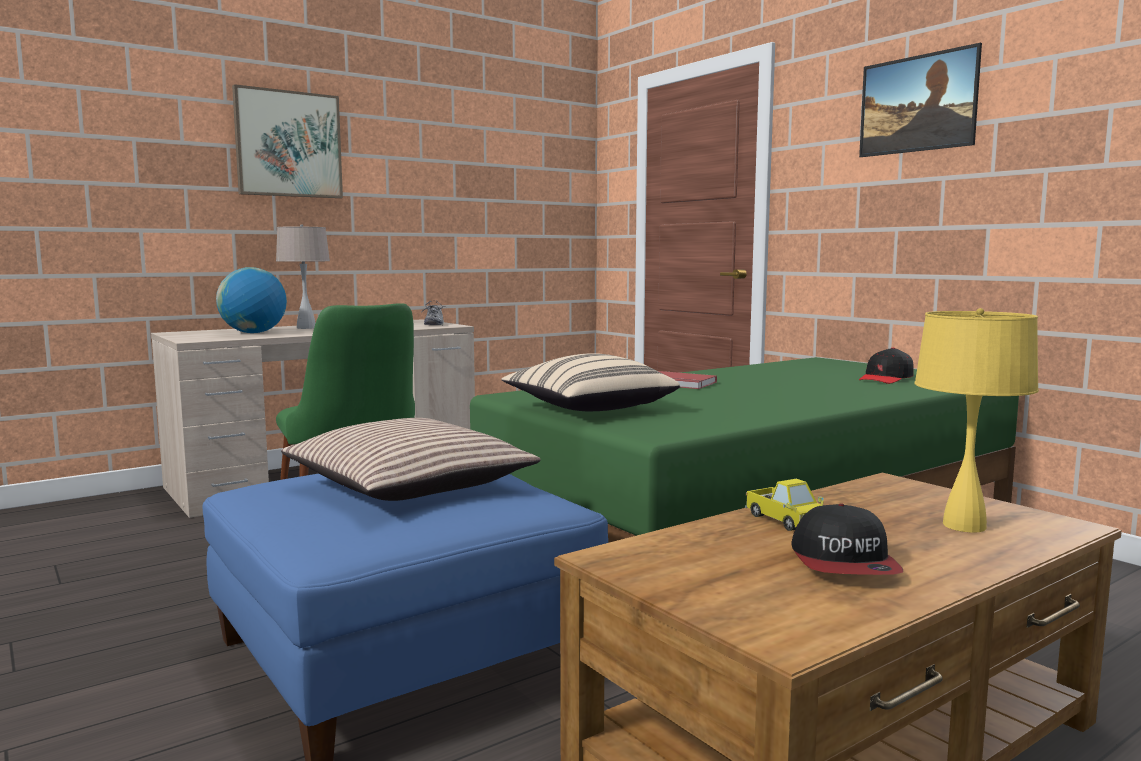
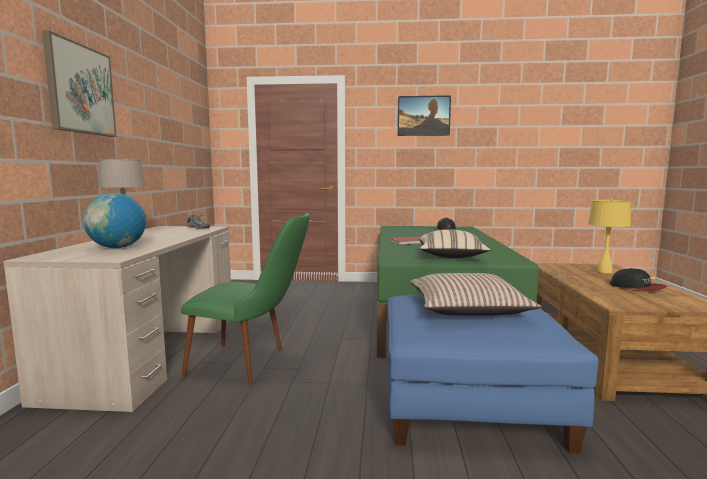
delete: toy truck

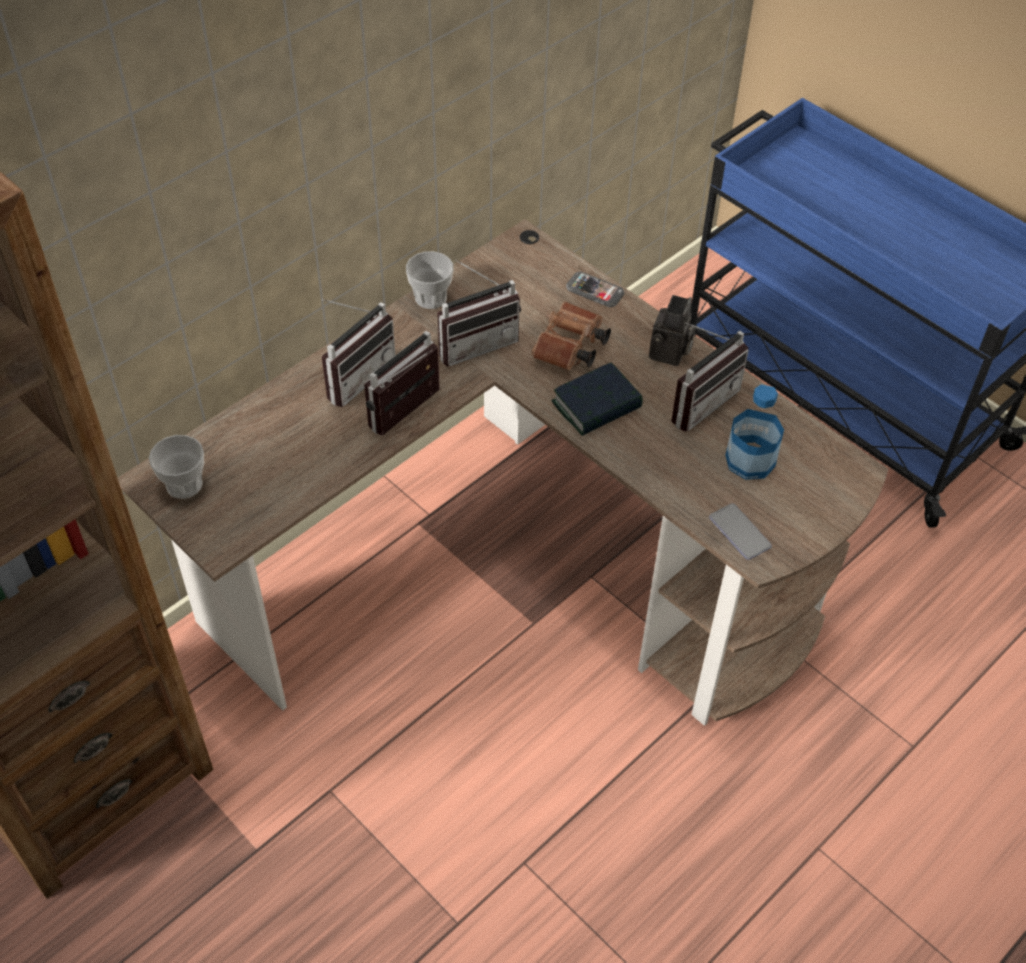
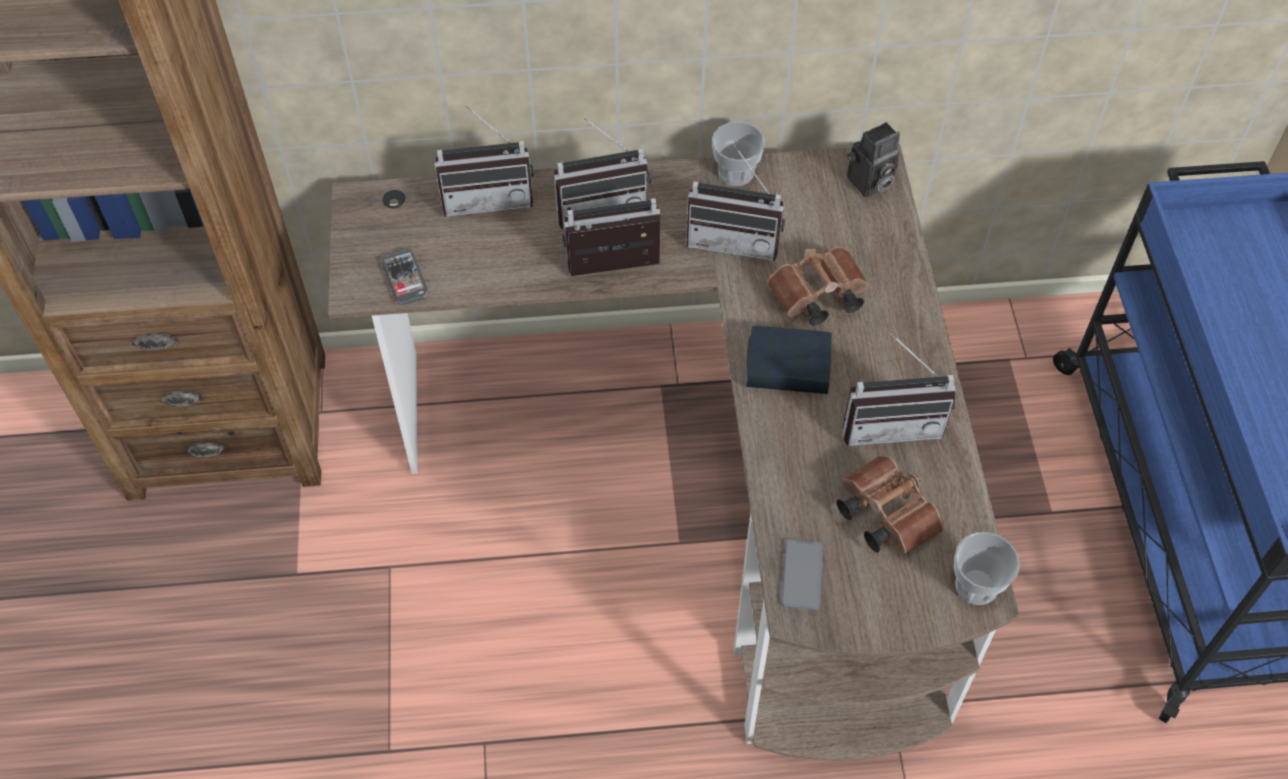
insert: radio (1st from left)
move: phone (1st from left); photo camera; cup (1st from left in the first image) to cup (2nd from left)
replace: bottle to binoculars (brown) (2nd from left)

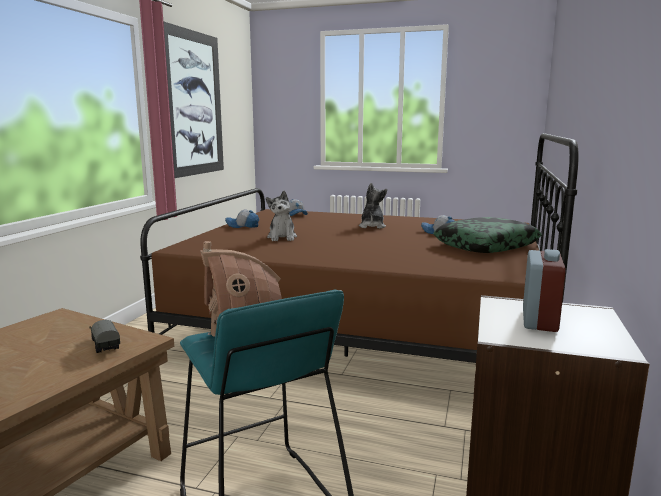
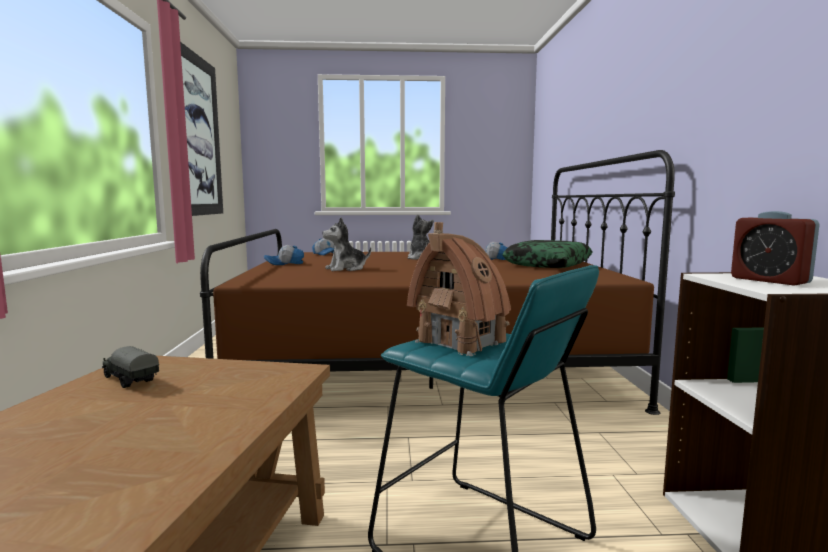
move: toy truck
rotate: plush toy (1st from left) 90 degrees clockwise; alarm clock 150 degrees clockwise

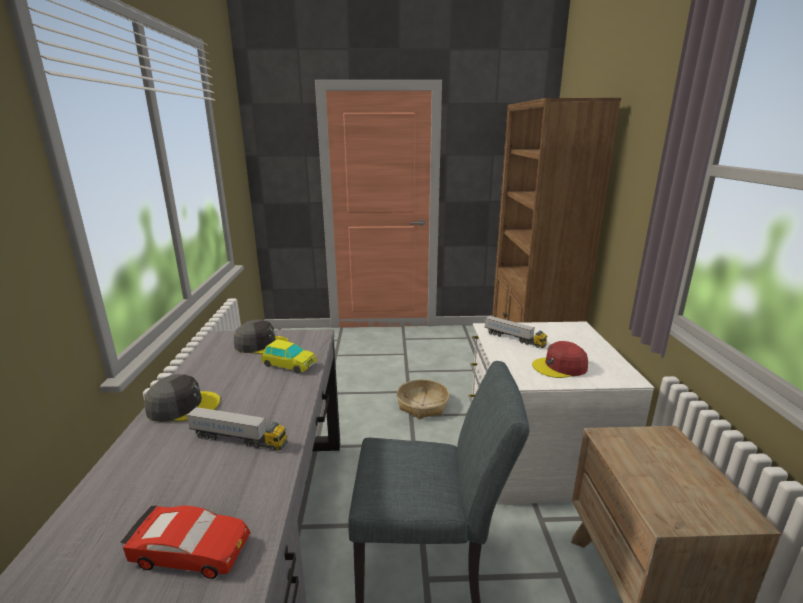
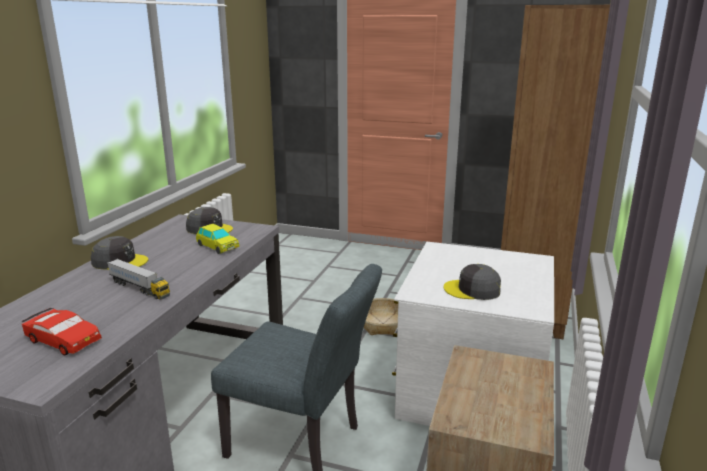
delete: toy truck (2nd from left)
recolor: cap (red) to cap (grey) (3rd from left)

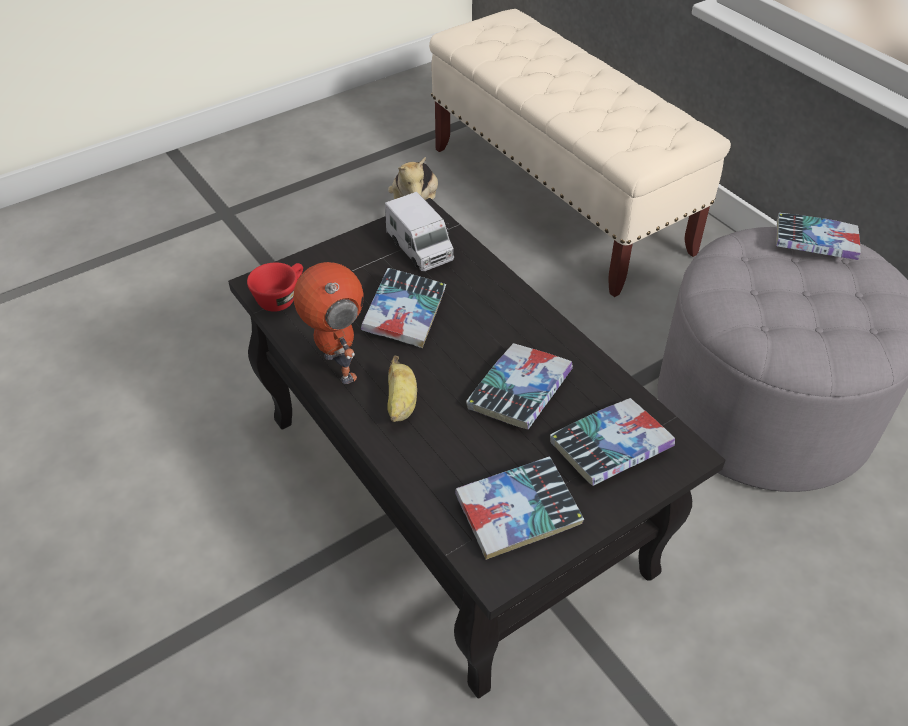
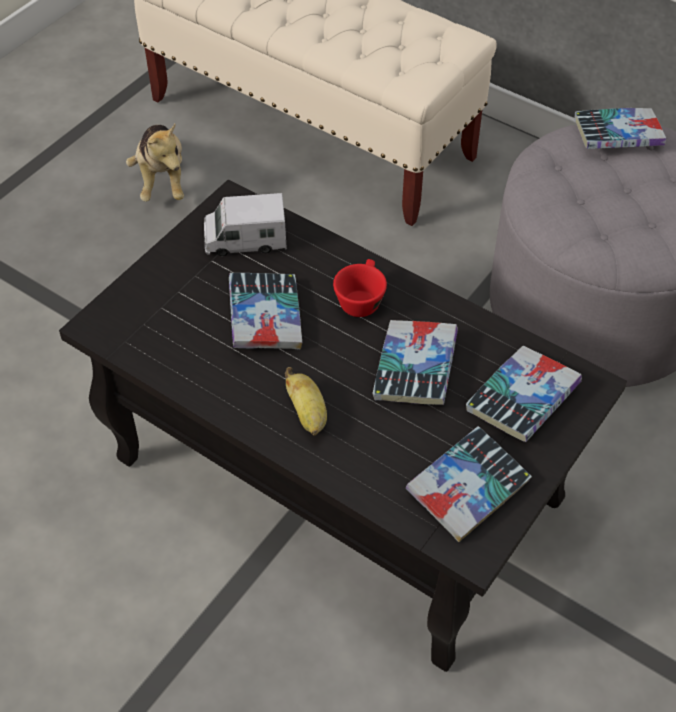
delete: toy robot
move: cup (red)
rotate: toy truck 135 degrees clockwise

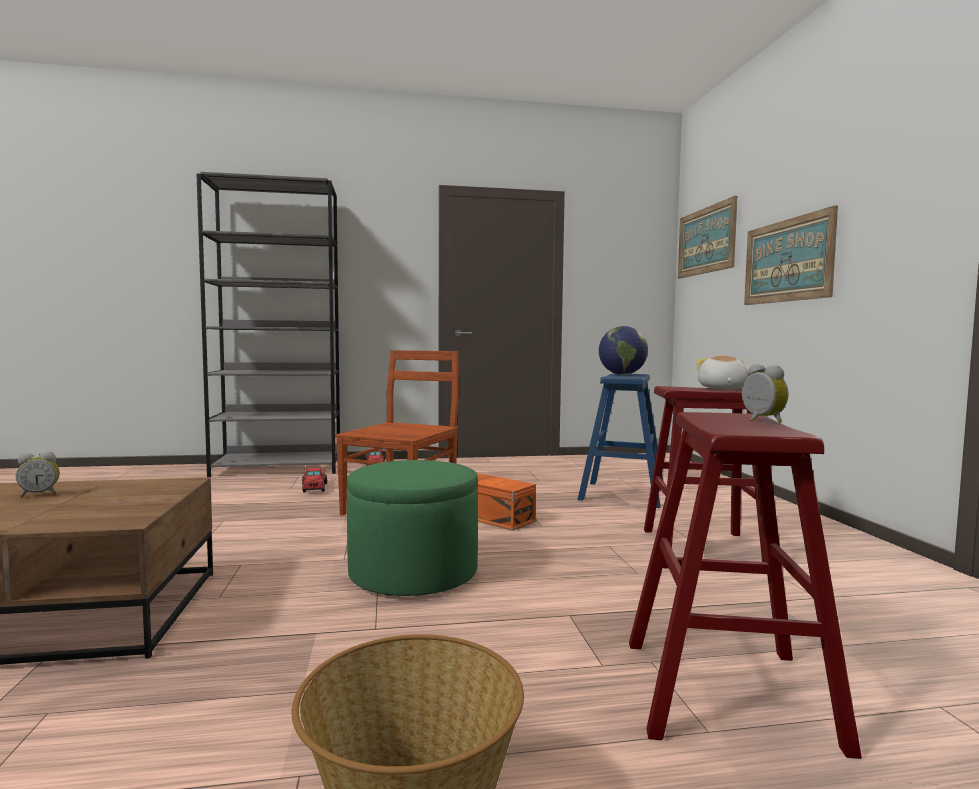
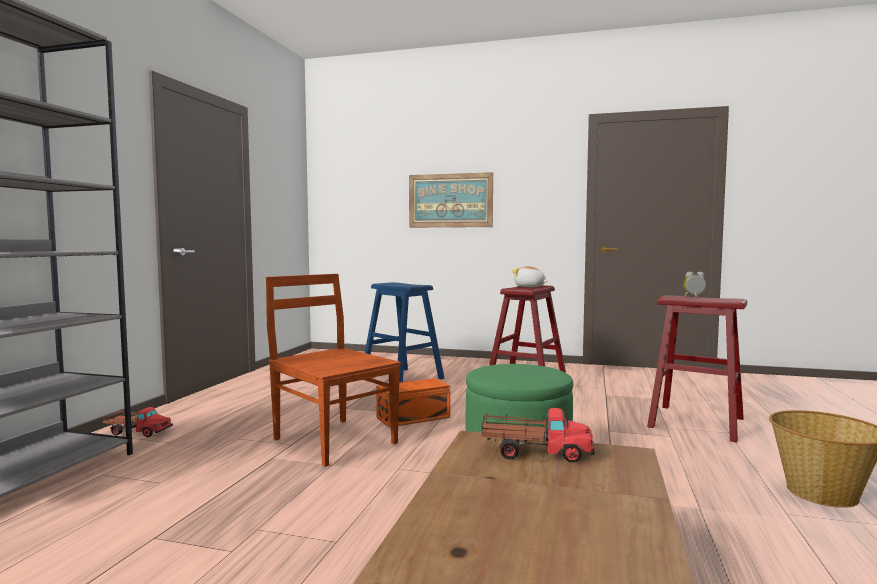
delete: alarm clock (1st from left); globe; picture (1st from left)
move: toy truck (1st from left in the first image) to toy truck (2nd from left)

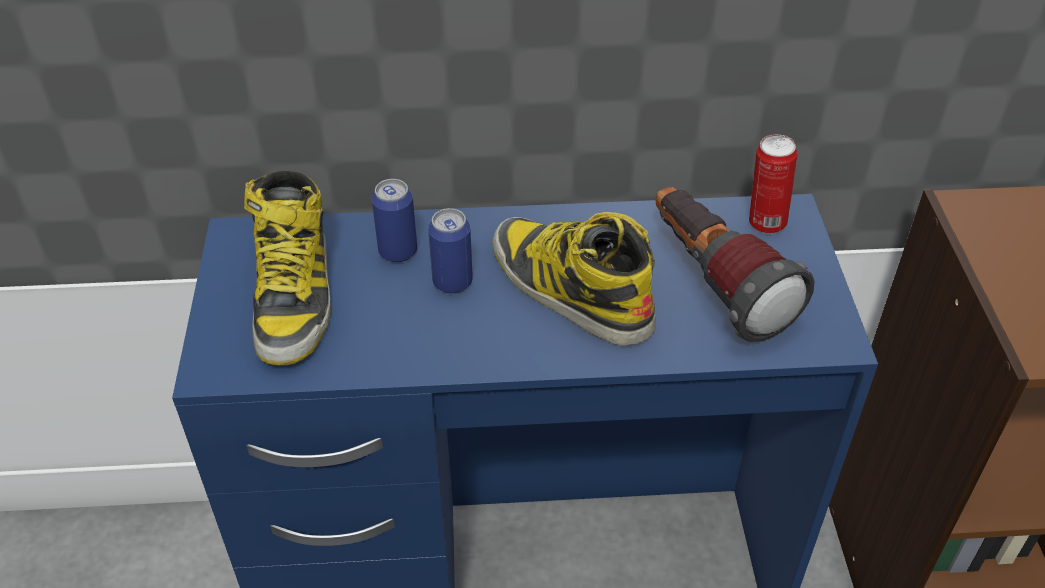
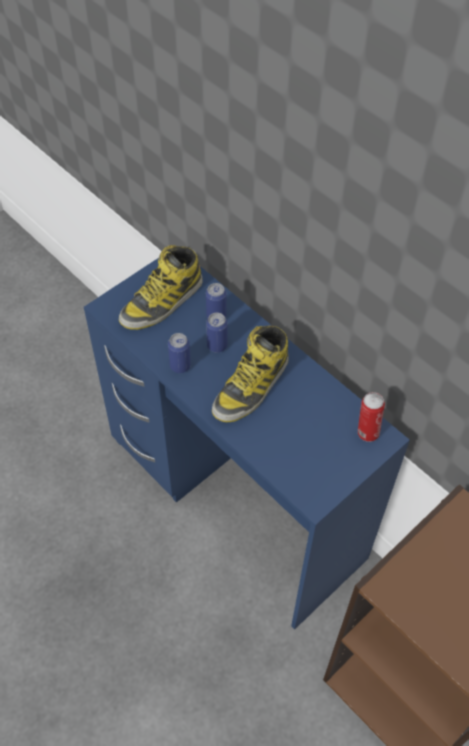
delete: flashlight
insert: can (1st from left)
rotate: boot (2nd from left) 150 degrees counterclockwise

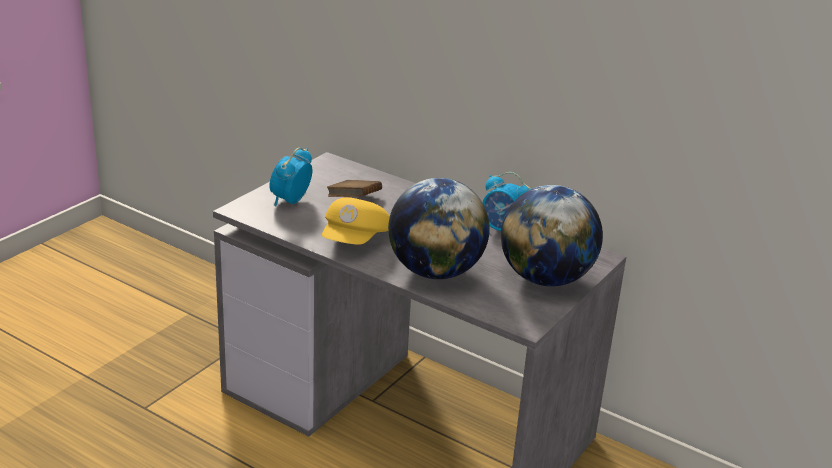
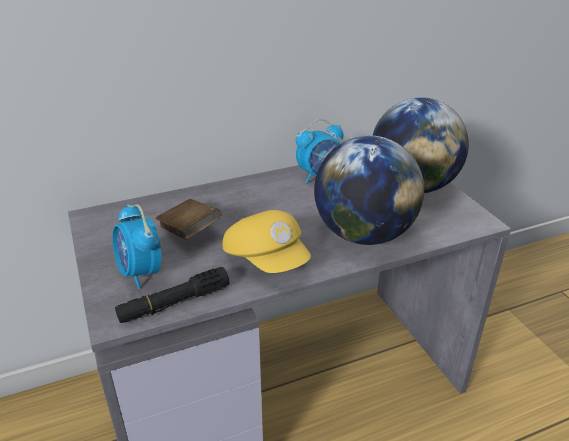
insert: flashlight (black)

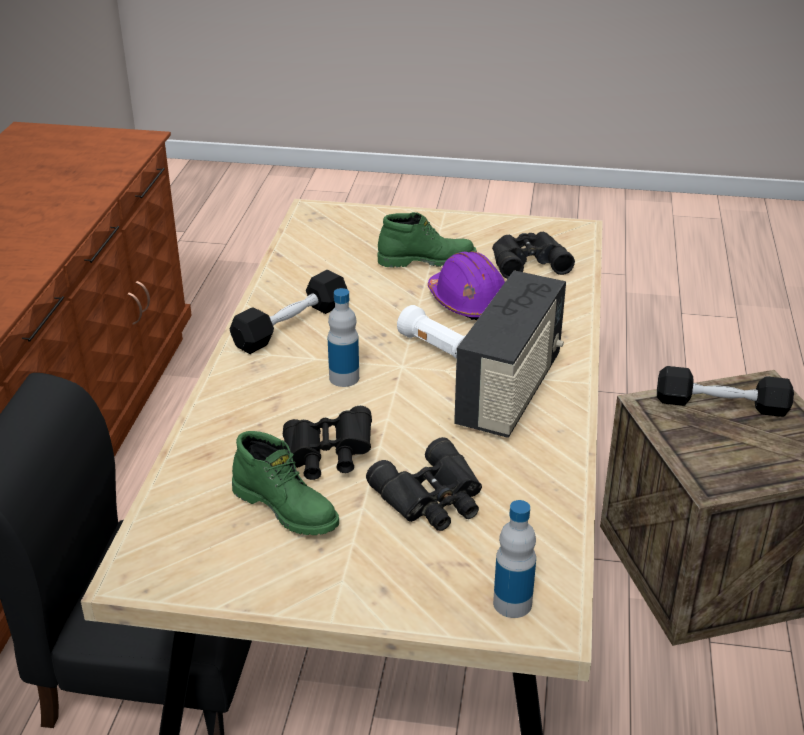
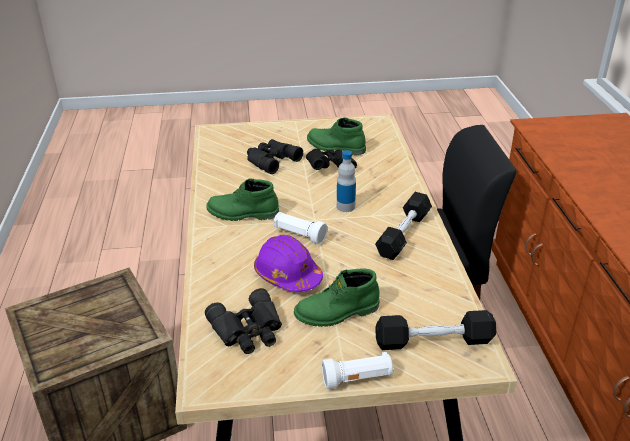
delete: bottle (2nd from left)
insert: flashlight (white) (2nd from left)
move: dumbbell (black) (2nd from left)
replace: radio to boot (green) (1st from left)

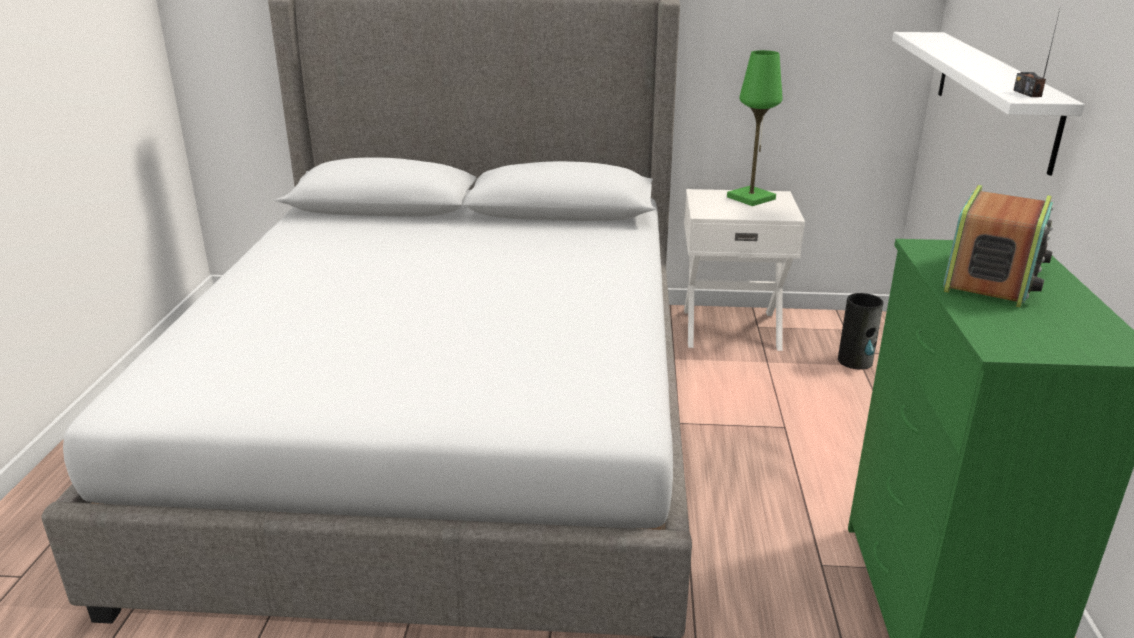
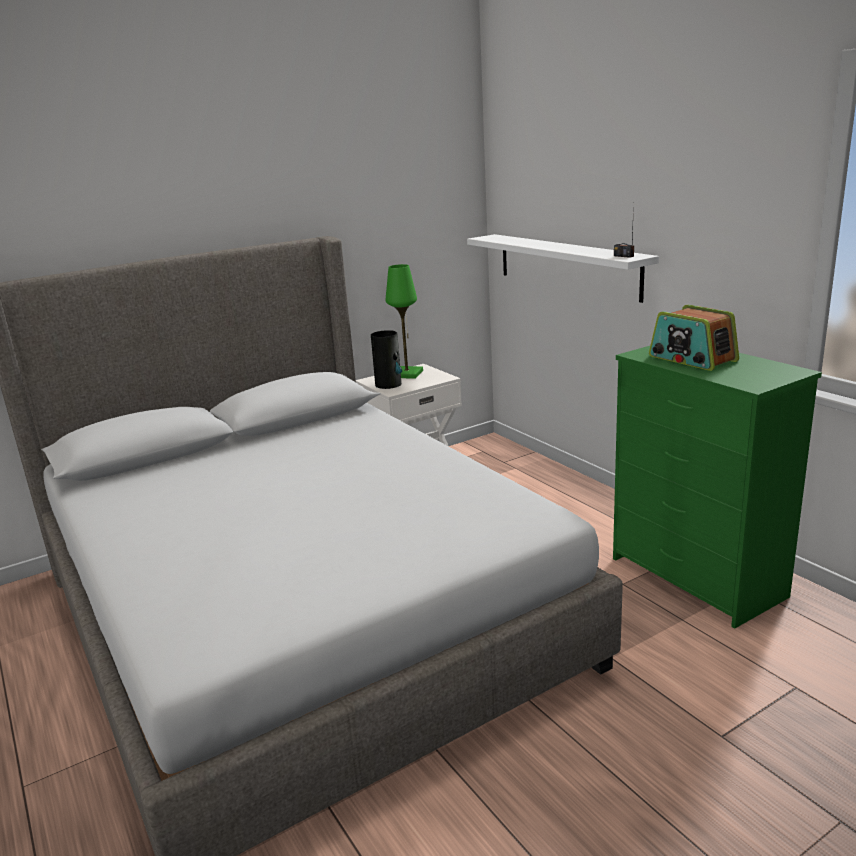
move: vase
rotate: radio (1st from left in the first image) 150 degrees clockwise

